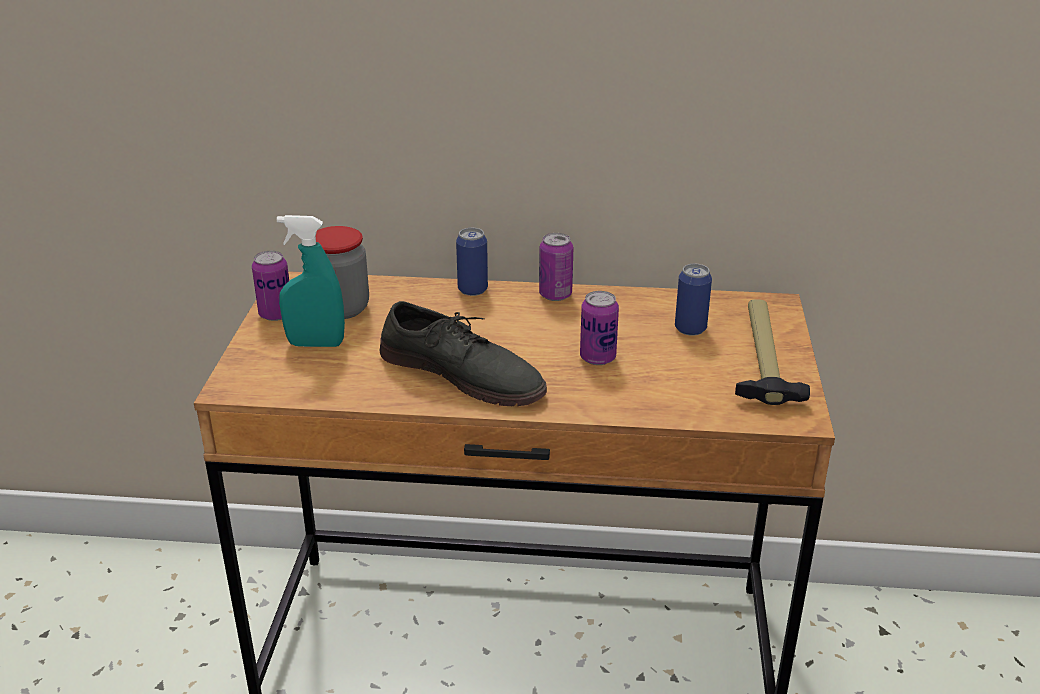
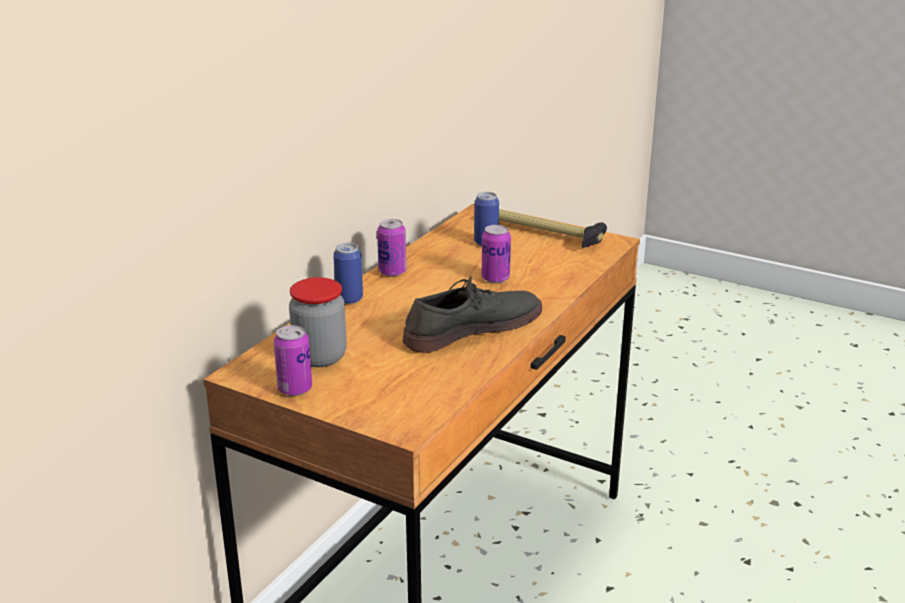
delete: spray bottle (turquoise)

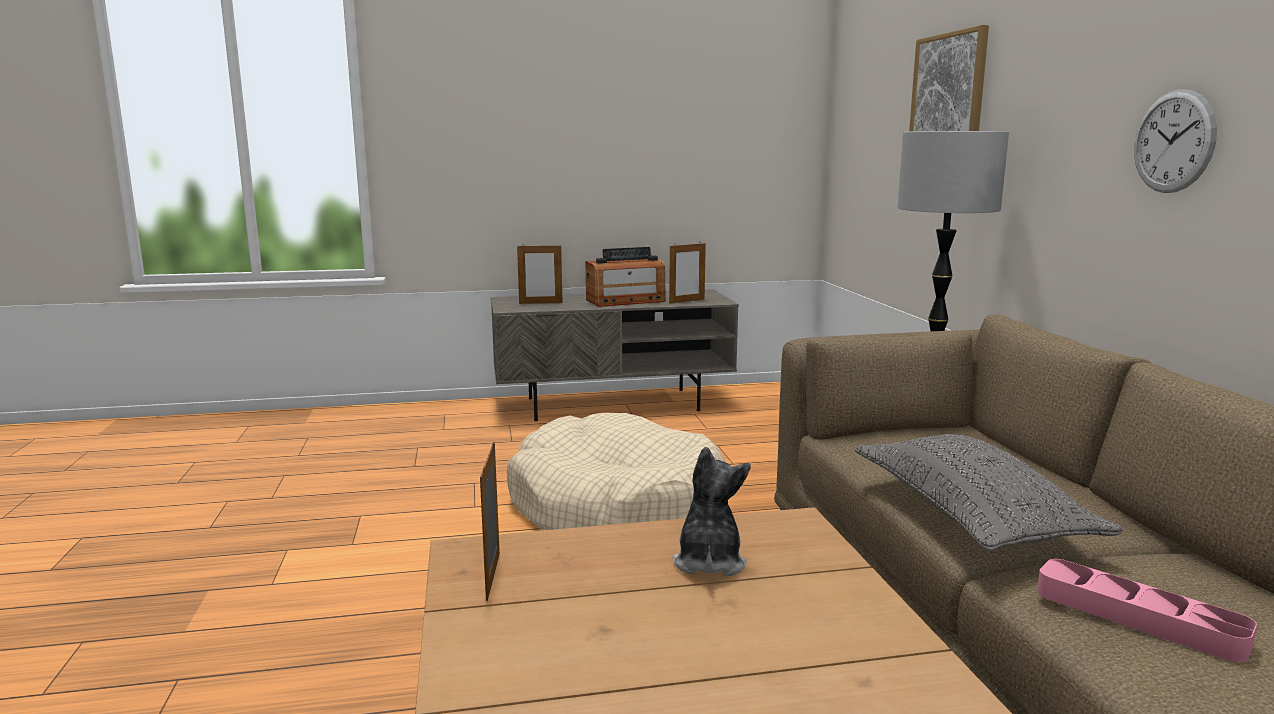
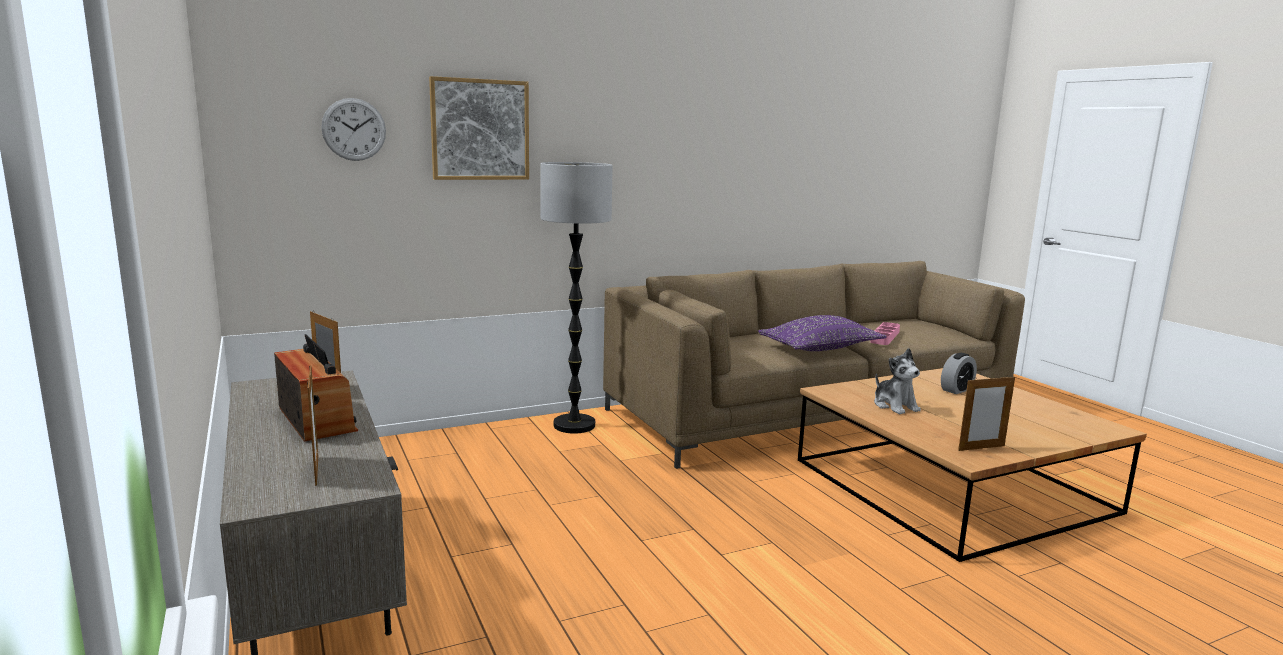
delete: dog bed (beige)
insert: alarm clock
move: wall clock
recolor: pillow (grey) to pillow (purple)
rotate: plush toy 105 degrees counterclockwise

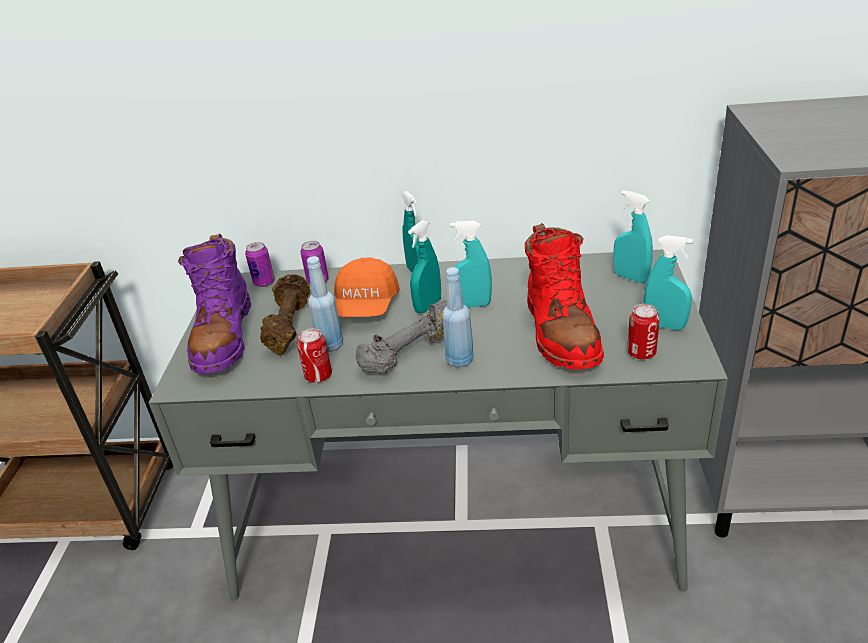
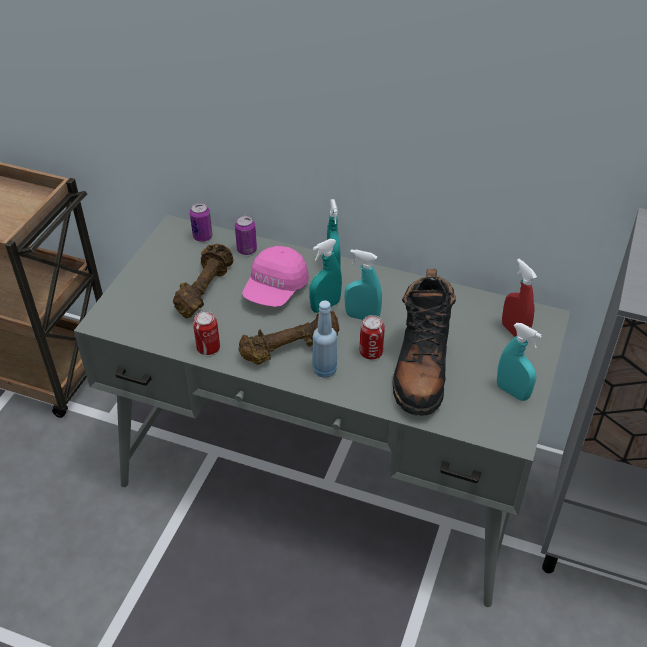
delete: boot (purple); bottle (blue) (1st from left)
move: can (4th from left)
recolor: dumbbell (grey) to dumbbell (brown) (2nd from left); cap (orange) to cap (pink); boot (red) to boot (black); spray bottle (turquoise) (4th from left) to spray bottle (red)

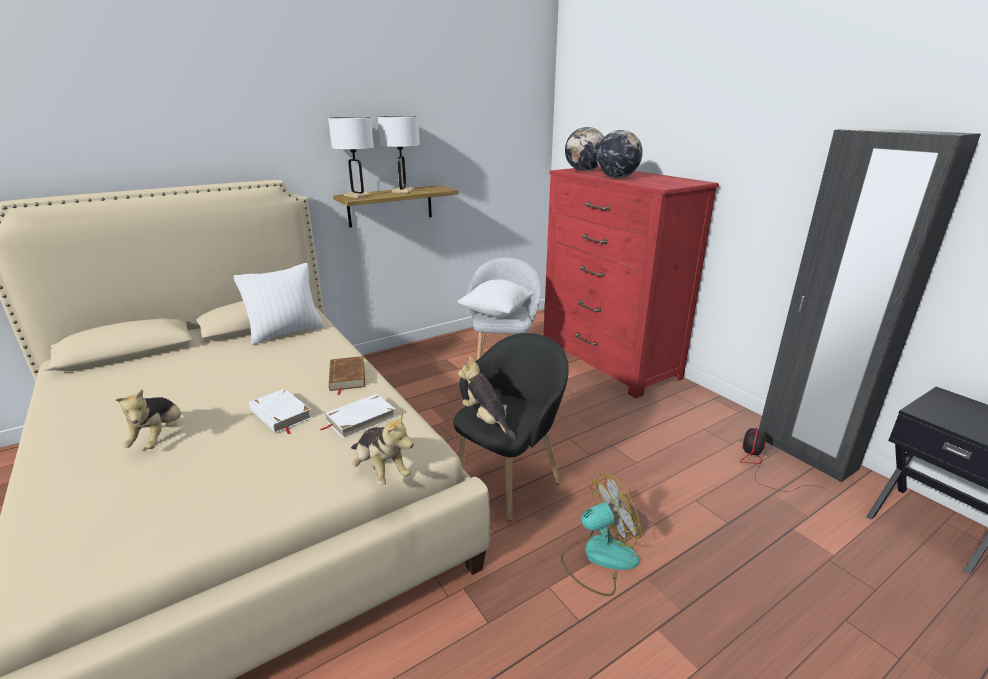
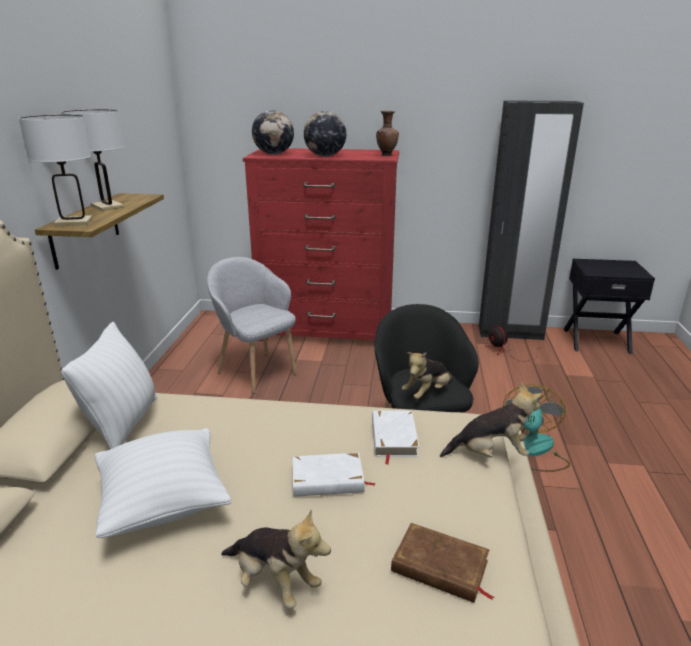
insert: vase (brown)
move: pillow (white) (2nd from left); book (brown)
rotate: plush toy (3rd from left in the first image) 45 degrees counterclockwise

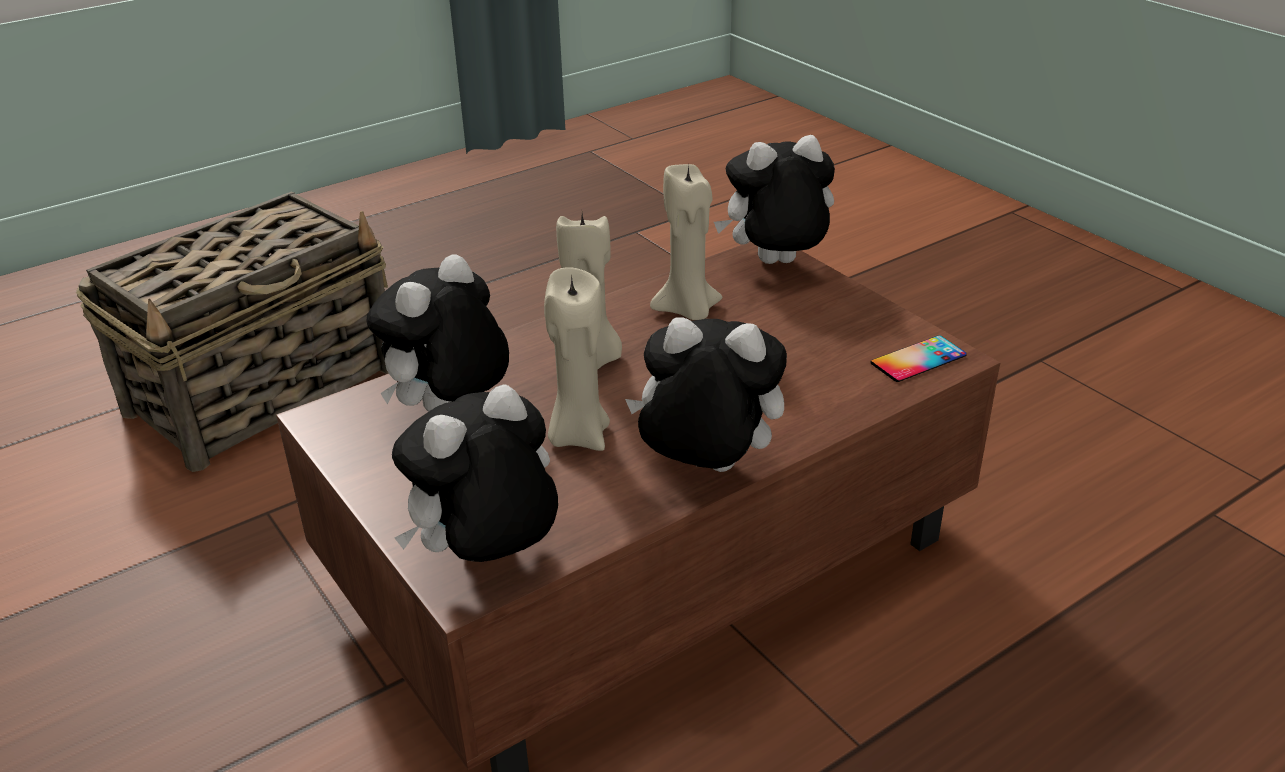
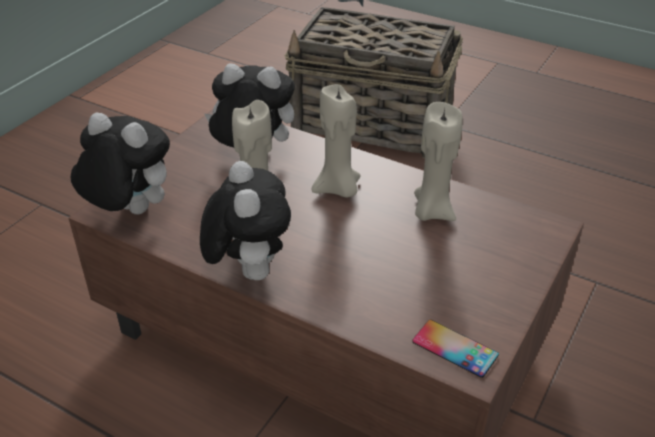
delete: plush toy (4th from left)

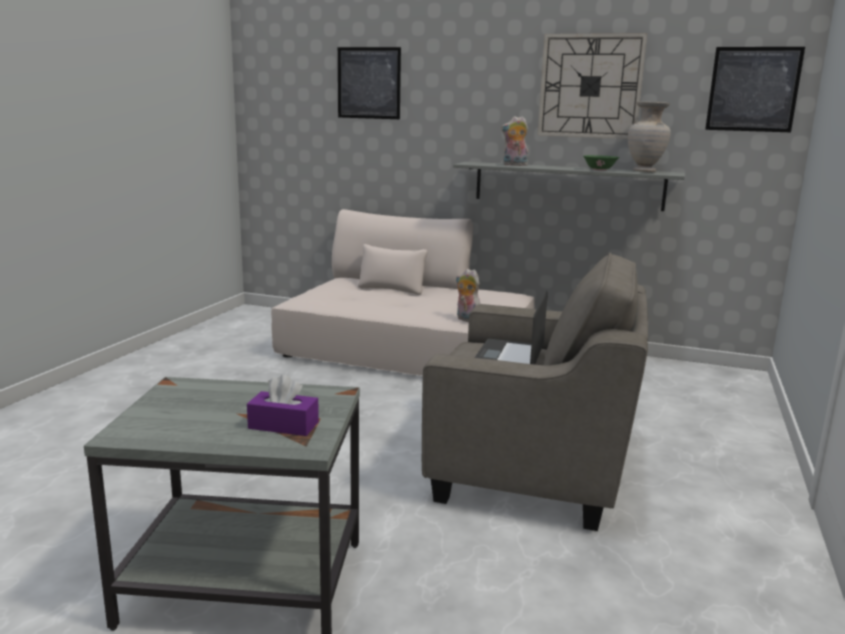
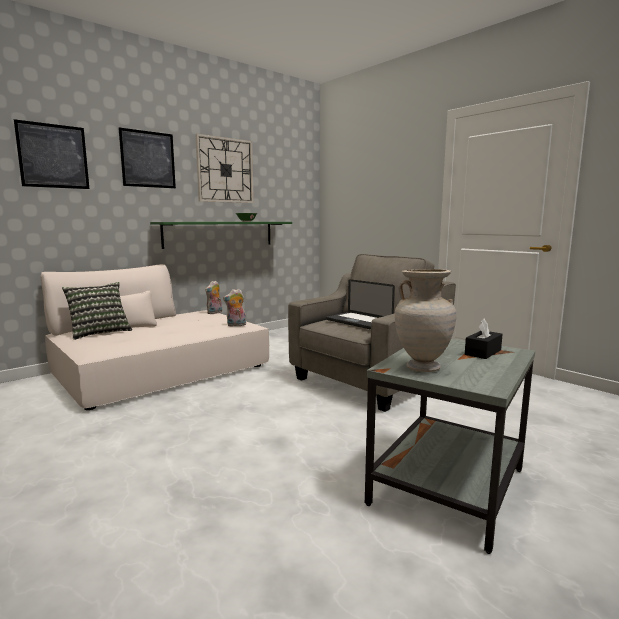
insert: pillow
move: picture (2nd from left); plush toy (2nd from left in the first image) to plush toy (1st from left); vase (beige)
recolor: shelf (grey) to shelf (green); tissue box (purple) to tissue box (black)

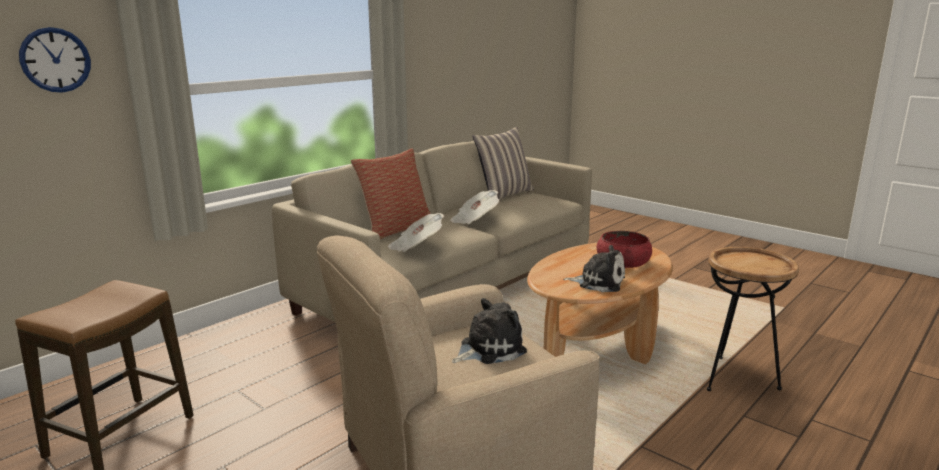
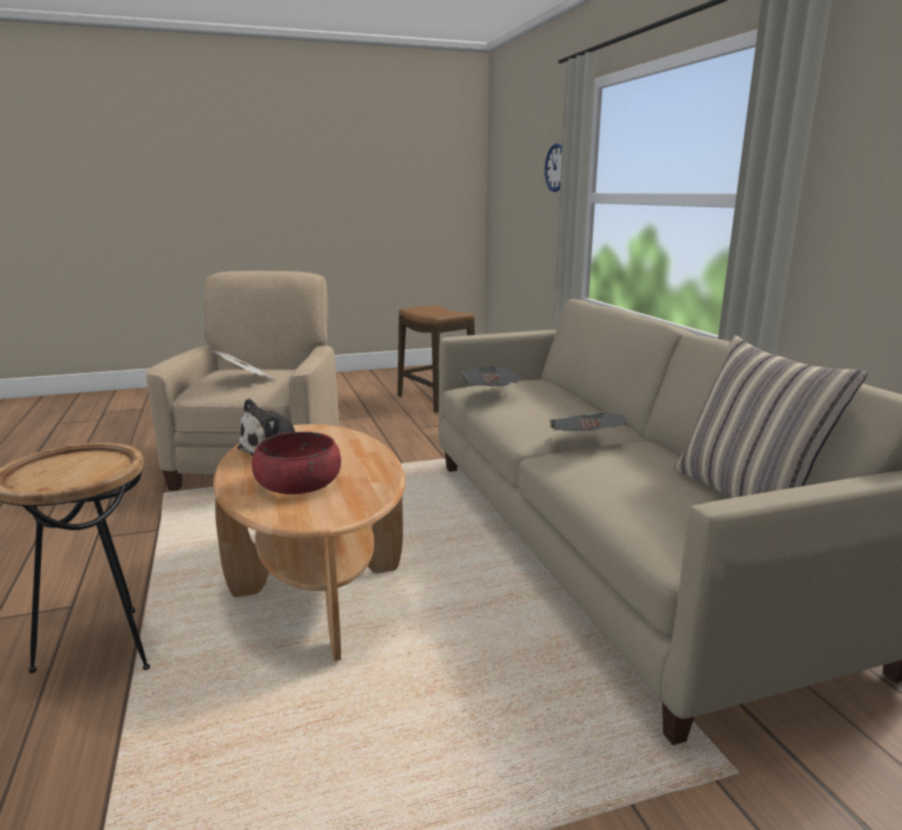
delete: pillow (1st from left)
replace: plush toy (1st from left) to newspaper (1st from left)

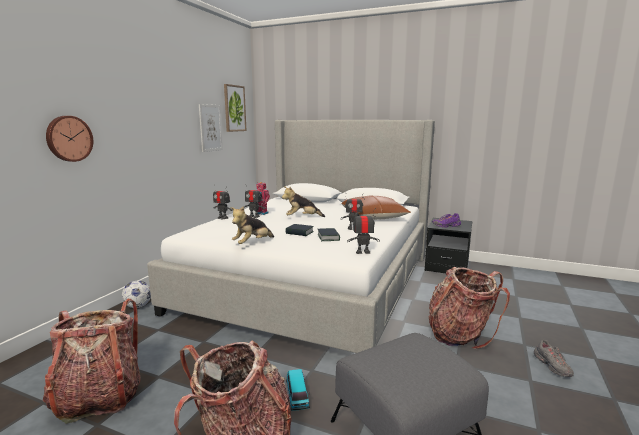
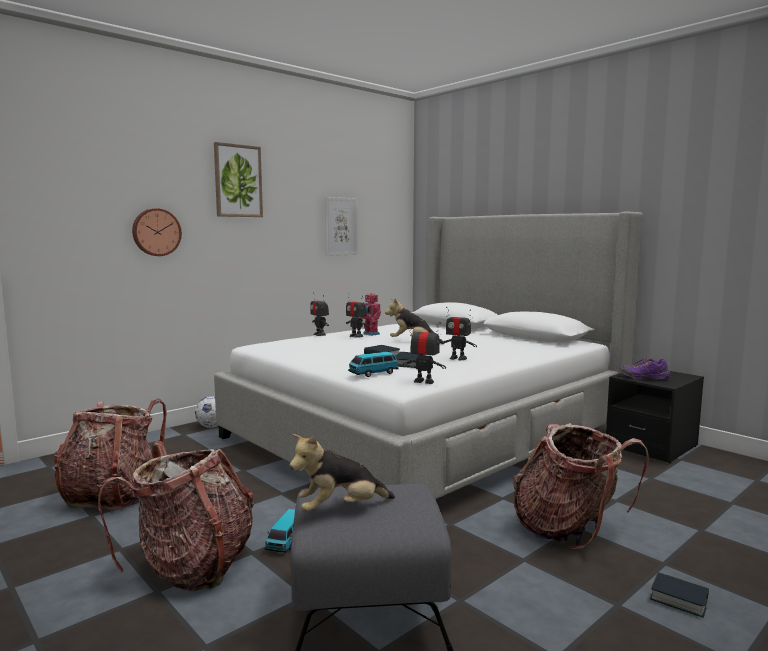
delete: pillow (brown)
insert: toy car (2nd from left)
move: picture (2nd from left in the first image) to picture (1st from left); plush toy (1st from left)
replace: shoe (grey) to book (3rd from left)

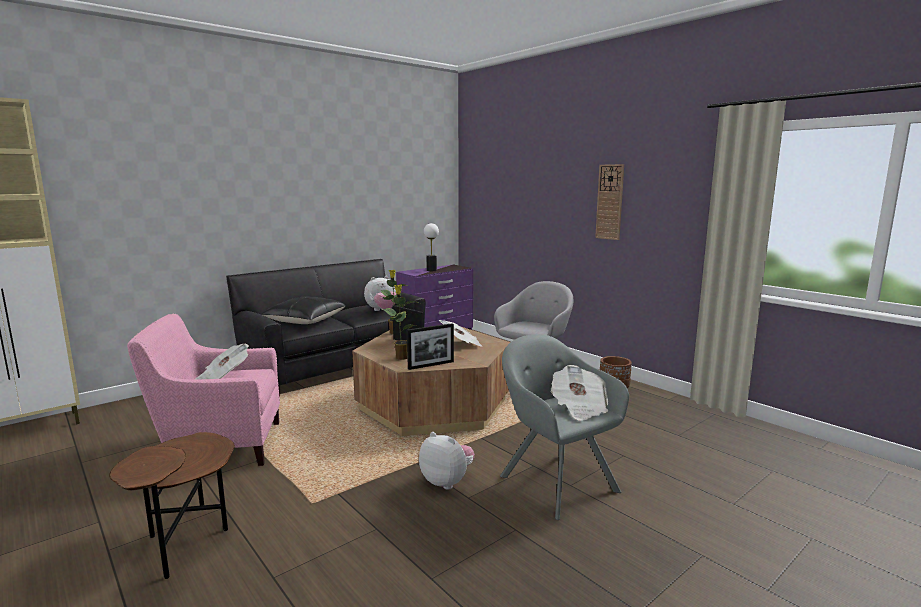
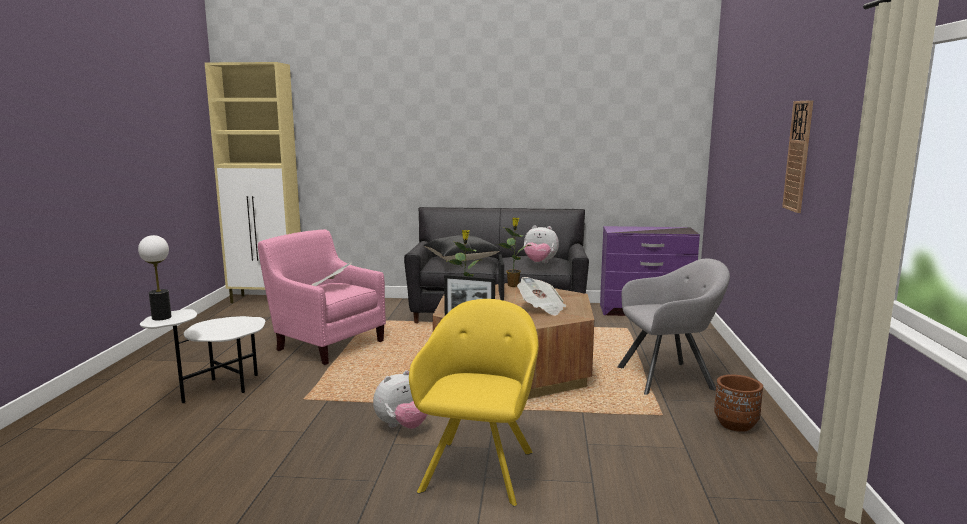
delete: newspaper (3rd from left)
move: table lamp
recolor: side table (brown) to side table (white); armchair (grey) (2nd from left) to armchair (yellow)
rotate: plush toy (2nd from left in the first image) 60 degrees clockwise

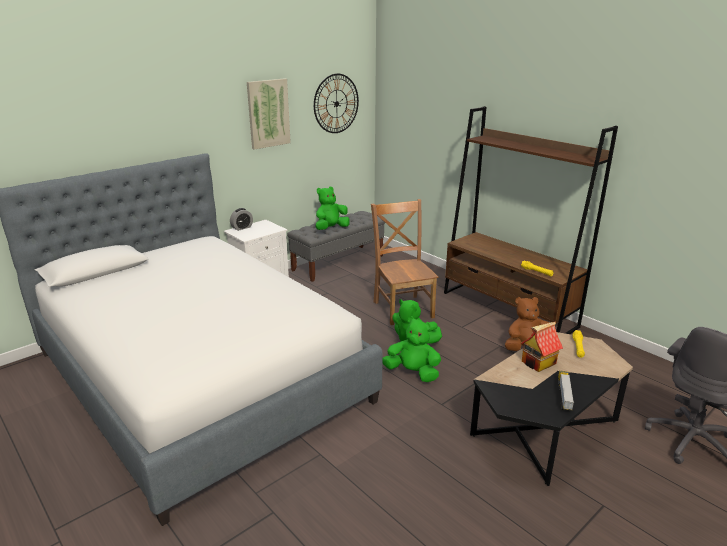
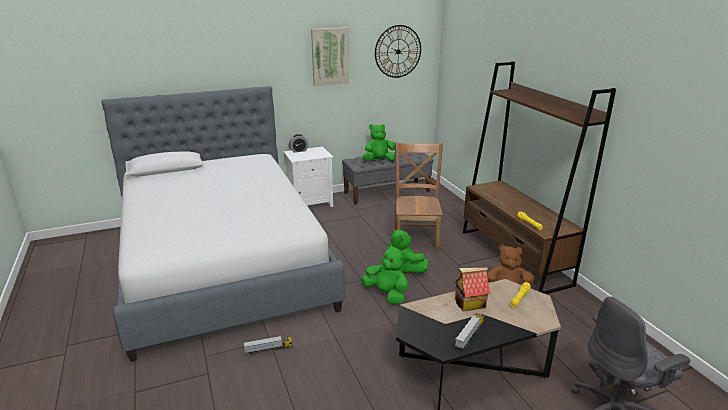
insert: toy truck (1st from left)

